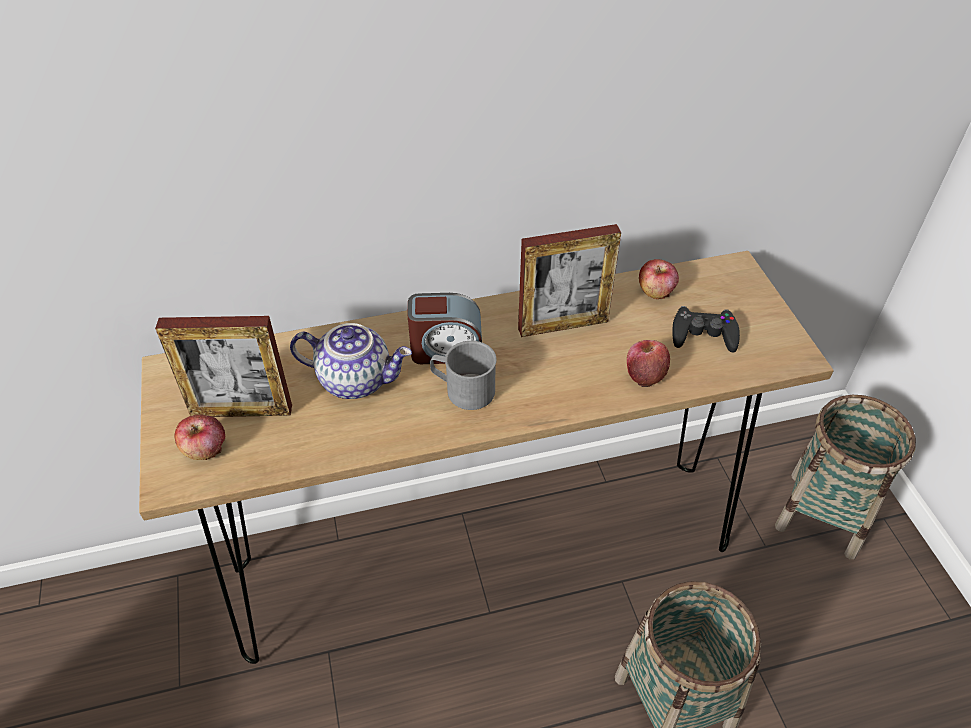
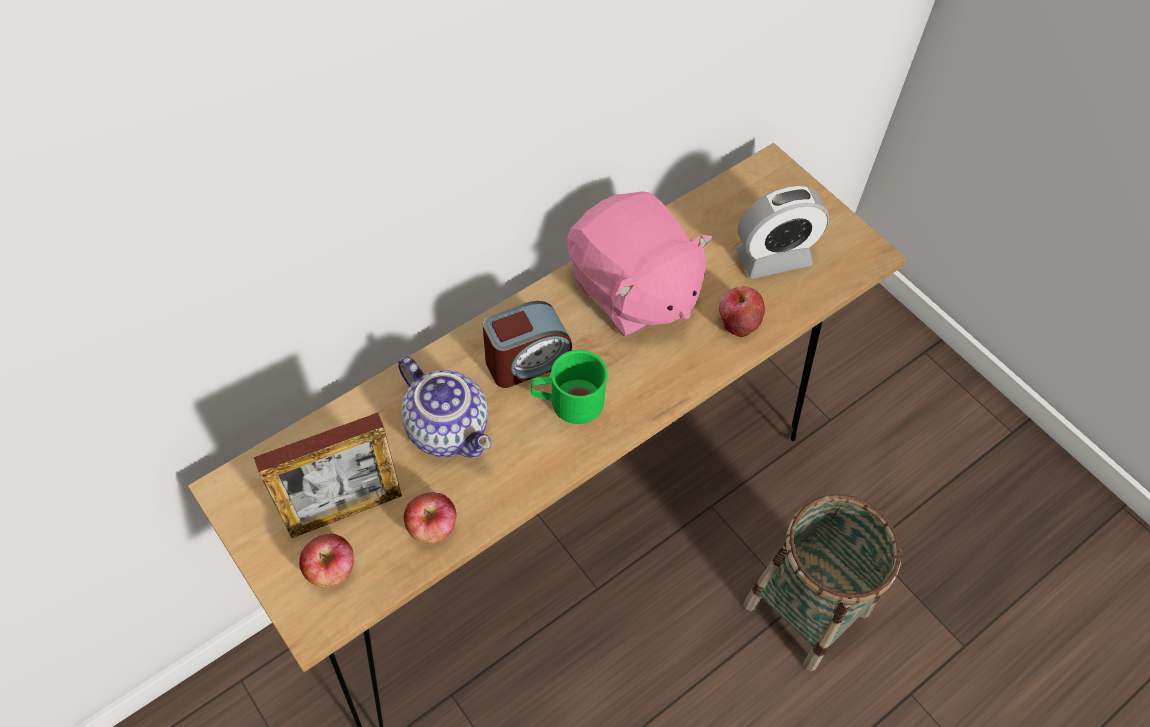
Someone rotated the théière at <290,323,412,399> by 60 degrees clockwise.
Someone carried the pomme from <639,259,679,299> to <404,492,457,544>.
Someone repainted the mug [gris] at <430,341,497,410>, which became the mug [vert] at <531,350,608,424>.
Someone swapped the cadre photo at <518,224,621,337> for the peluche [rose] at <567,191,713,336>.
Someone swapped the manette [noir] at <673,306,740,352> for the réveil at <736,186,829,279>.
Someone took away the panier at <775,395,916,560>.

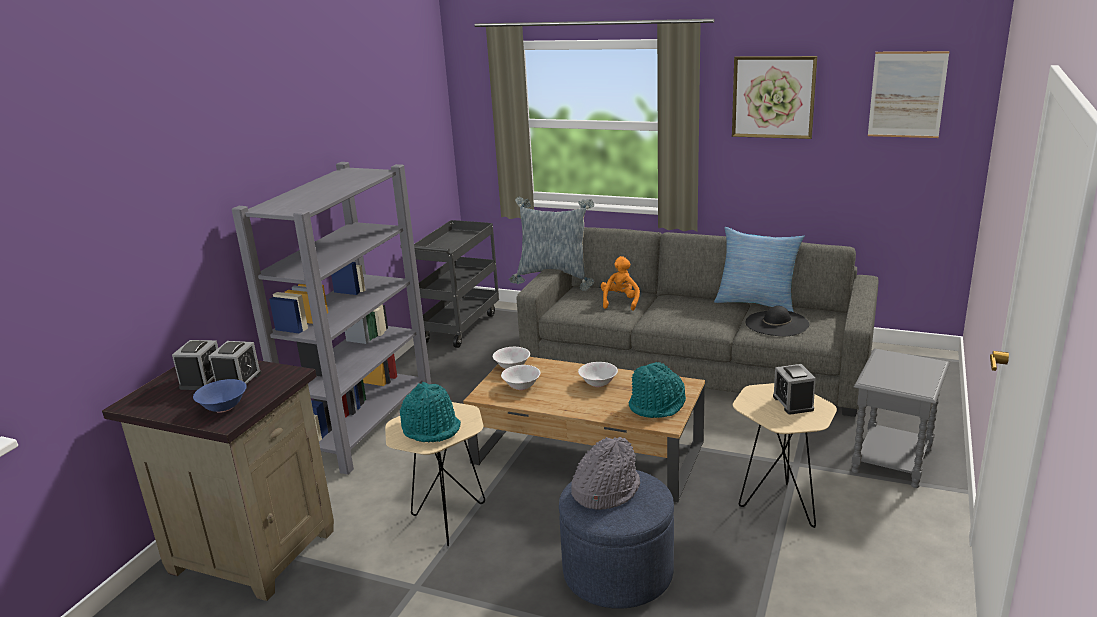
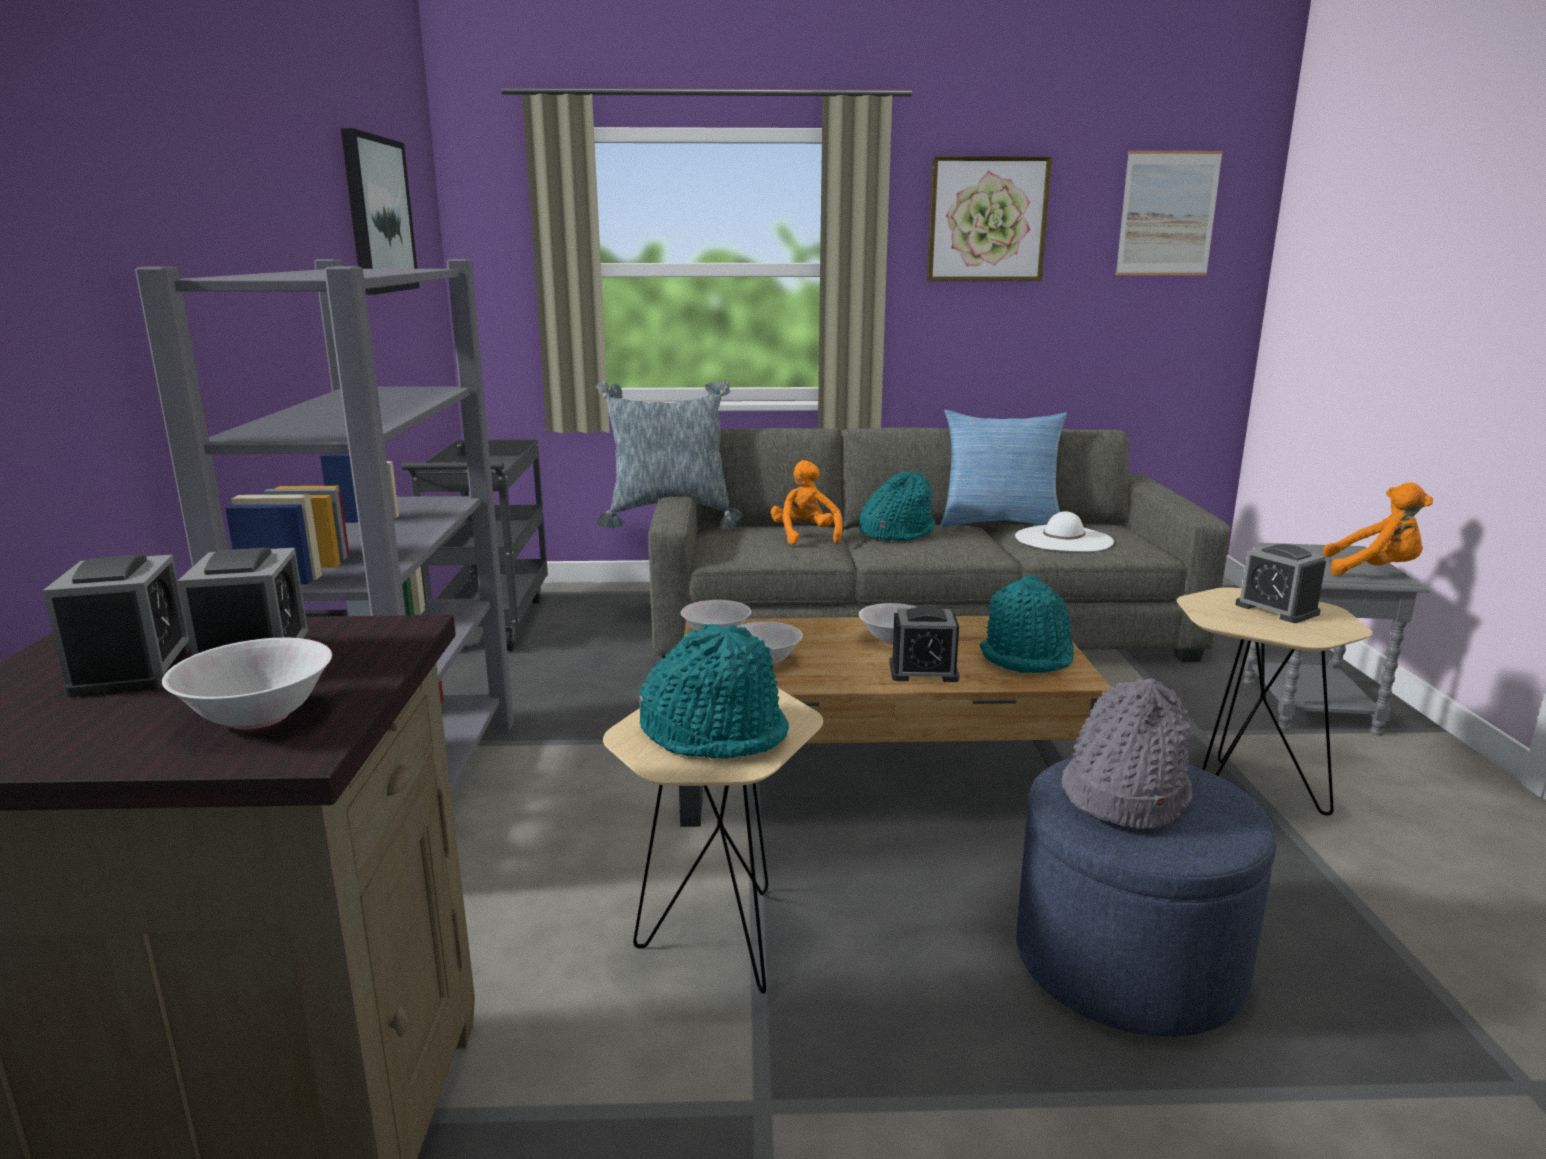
Someone repainted the bol [bleu] at <193,379,247,413>, which became the bol [blanc] at <162,638,332,730>.
Someone put up the tableau at <341,128,419,295>.
Someone put down the chapeau [turquoise] at <859,472,935,541>.
Someone put down the réveil at <889,607,960,682>.
Someone repainted the chapeau [noir] at <745,306,809,336>, which became the chapeau [blanc] at <1015,511,1114,552>.
Someone put down the peluche [orange] at <1323,483,1433,576>.

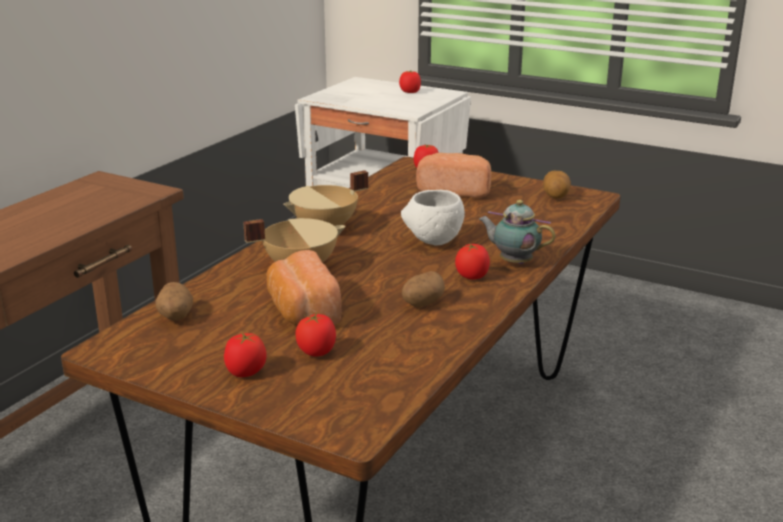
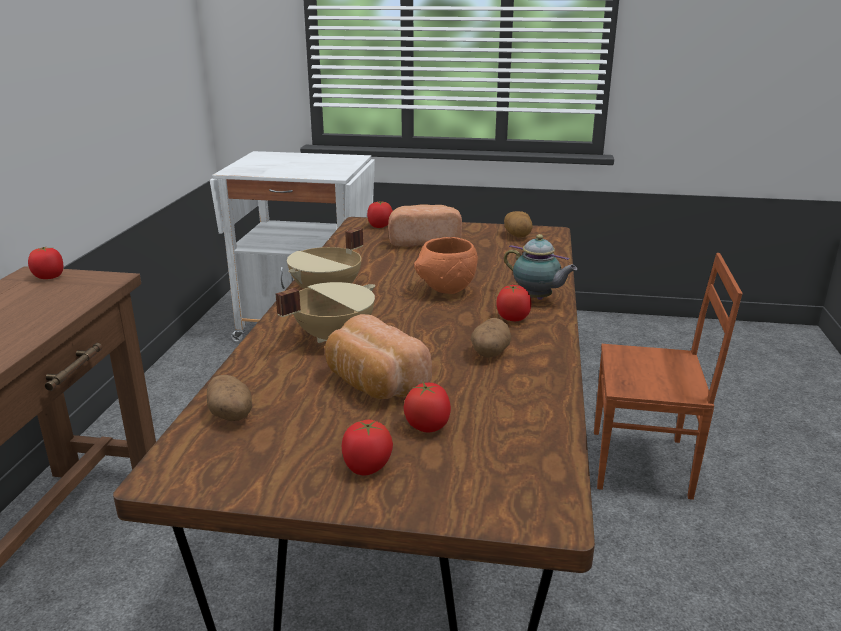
Someone carried the tomate from <399,70,421,93> to <28,247,63,279>.
Someone repainted the bol [blanc] at <401,190,465,246>, which became the bol [orange] at <414,237,478,294>.
Someone rotated the théière at <479,200,556,264> by 150 degrees counterclockwise.
Someone put down the chaise [marron] at <594,253,743,500>.

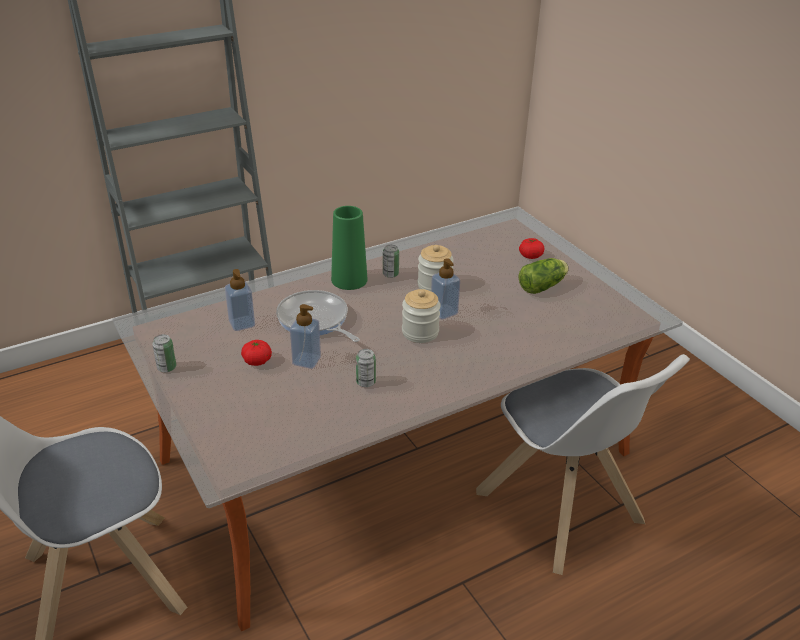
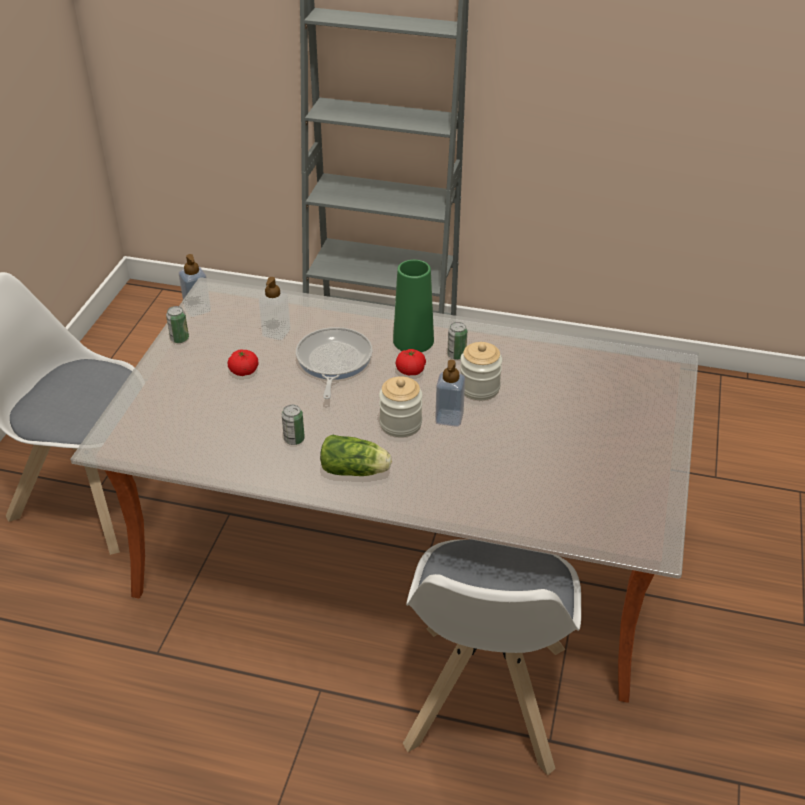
Someone carried the distributeur de savon from <290,304,321,369> to <179,254,211,317>.
Someone carried the laitue from <518,258,569,294> to <320,435,392,476>.
Someone carried the tomate from <519,238,544,259> to <396,349,426,375>.

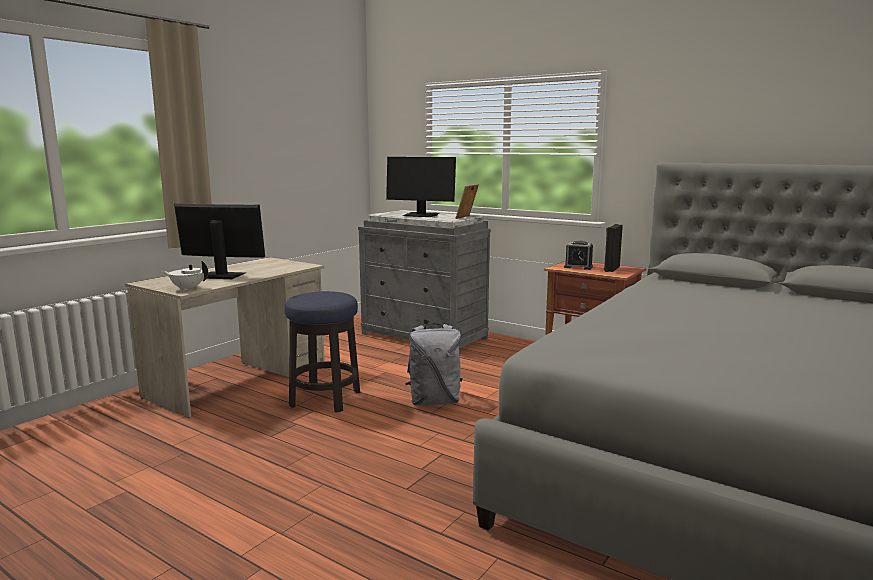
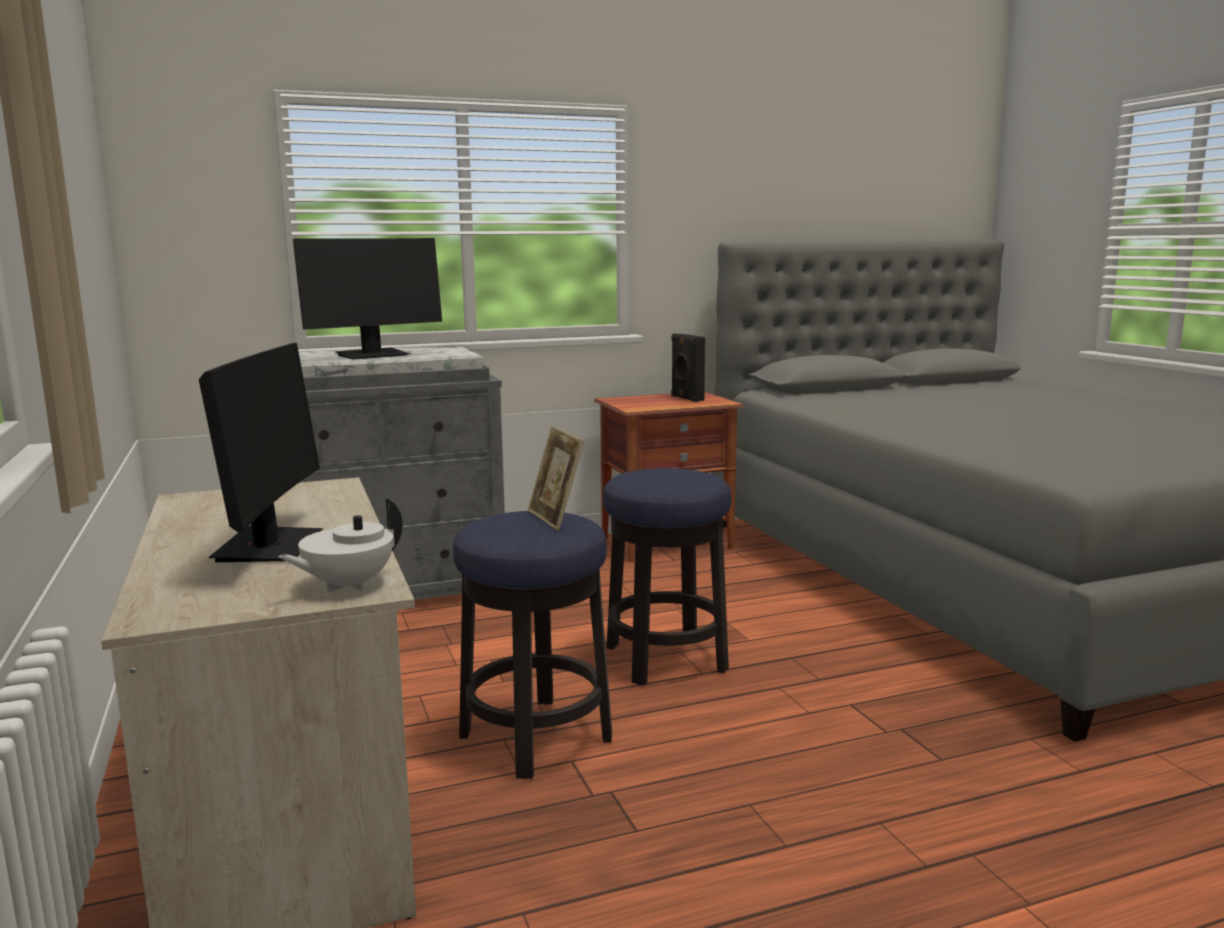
Someone rotated the écran d'ordinateur at <174,203,265,279> by 135 degrees clockwise.
Someone carried the cadre photo from <456,184,479,219> to <528,426,584,531>.
Someone swapped the sac à dos [gris] at <406,323,463,406> for the tabouret at <603,468,731,685>.
Someone took away the réveil at <564,241,593,270>.

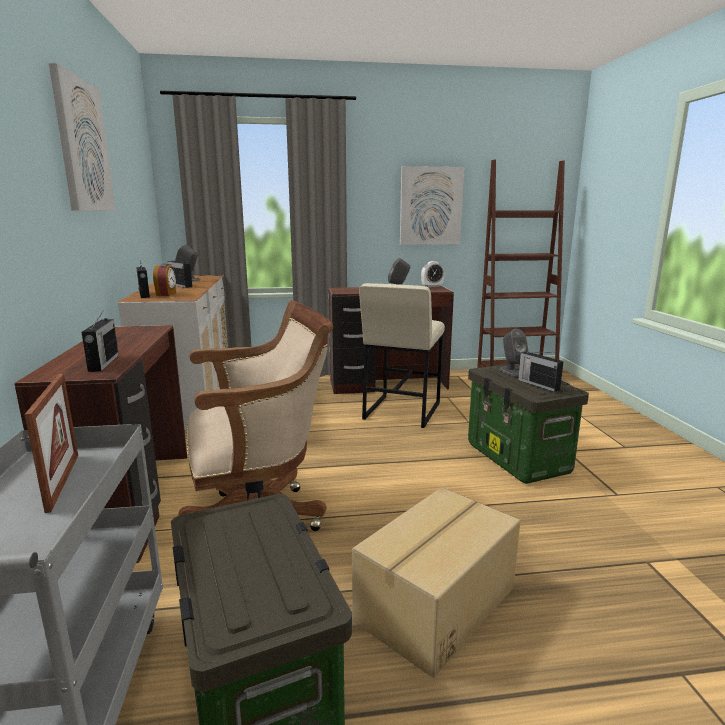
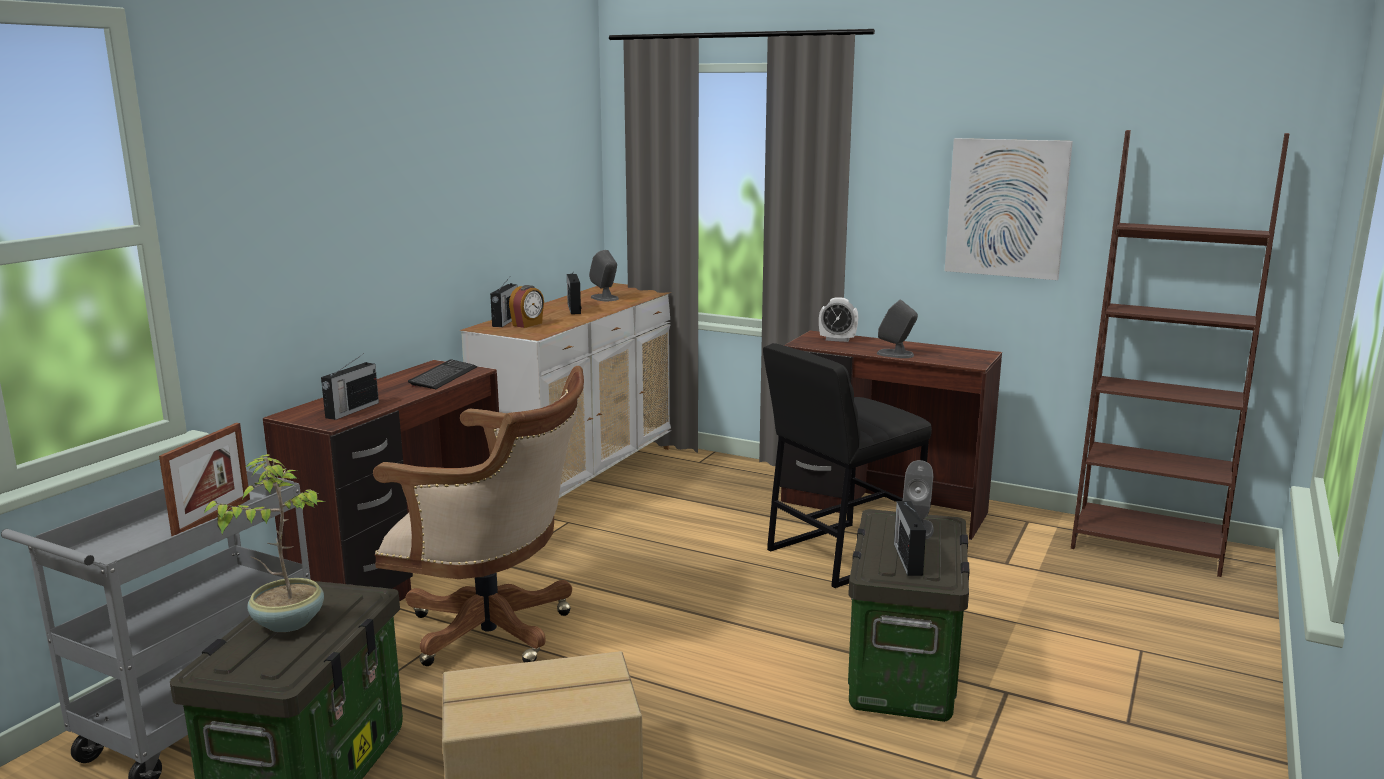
Someone put down the plante en pot at <204,454,325,632>.
Someone put down the clavier at <408,359,477,389>.
Someone repainted the chaise [beige] at <359,283,445,428>, which became the chaise [noir] at <763,343,932,588>.
Someone carried the réveil from <421,261,444,288> to <819,297,858,342>.
Someone took away the tableau at <48,63,116,211>.

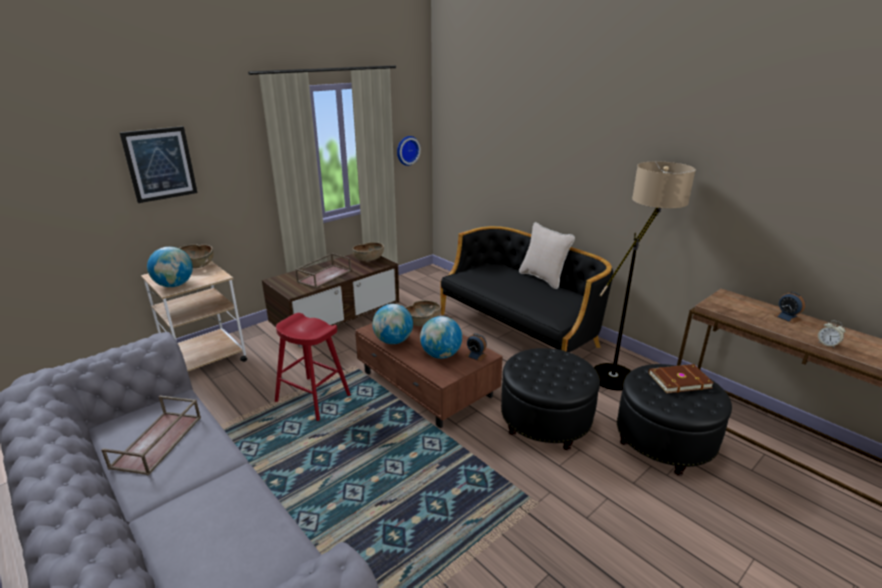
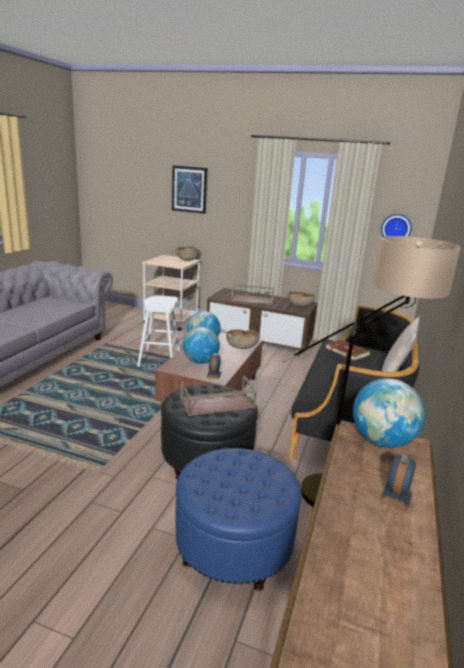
Someone repainted the tabouret [rouge] at <275,313,351,421>, which became the tabouret [blanc] at <137,296,180,367>.
Someone repainted the pouf [noir] at <617,364,732,476>, which became the pouf [bleu] at <175,448,301,591>.
Someone carried the plateau [marron] from <101,396,201,476> to <180,376,257,416>.
Someone carried the livre [marron] from <649,364,714,393> to <326,340,371,361>.
Someone carried the globe from <147,247,193,287> to <353,378,425,448>.
Someone took away the réveil at <818,320,845,348>.

